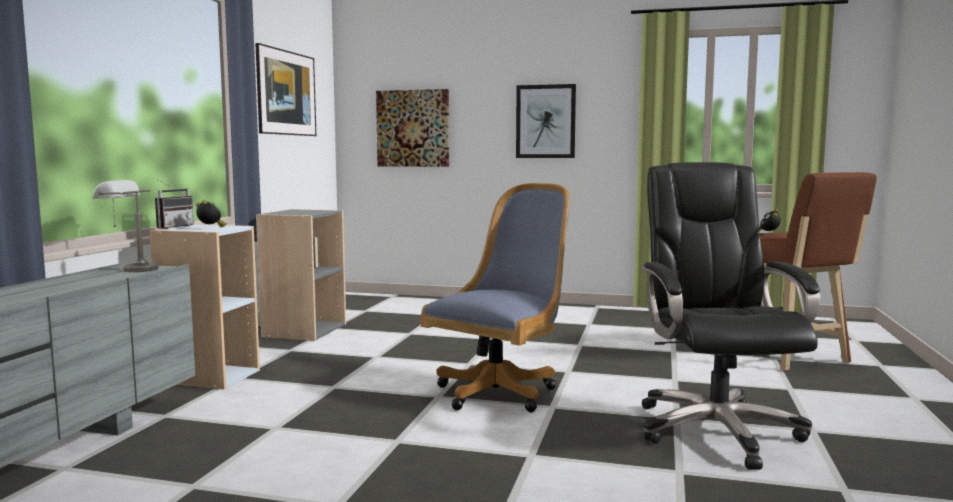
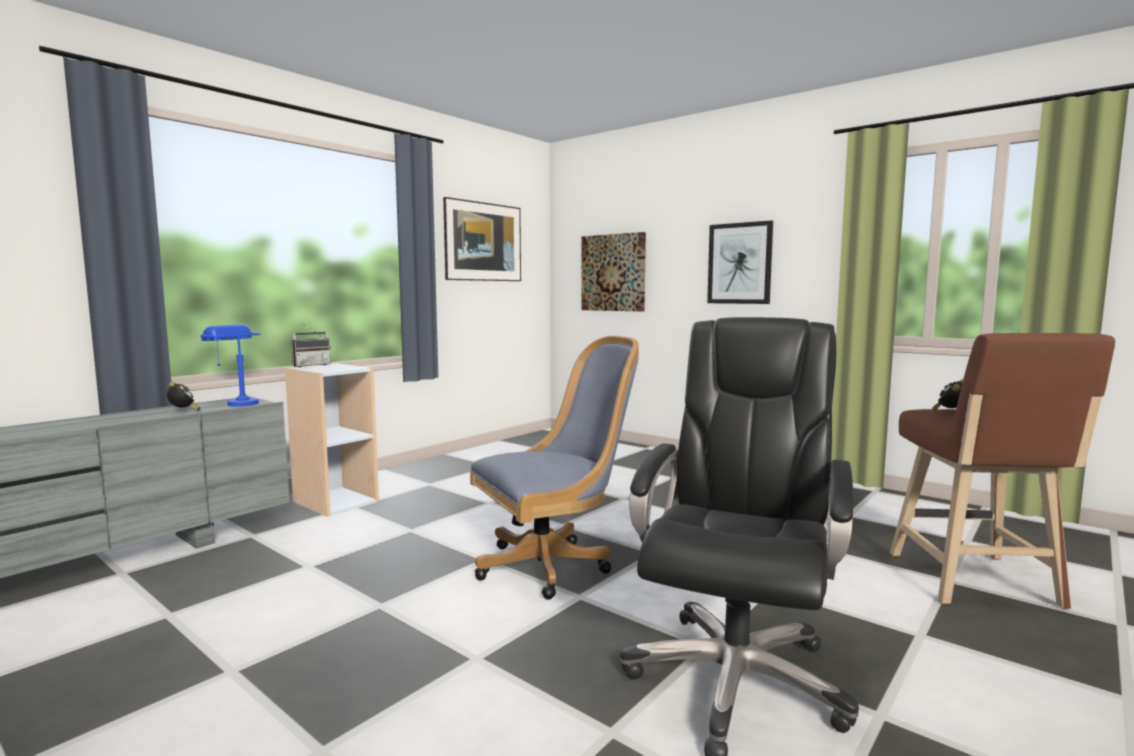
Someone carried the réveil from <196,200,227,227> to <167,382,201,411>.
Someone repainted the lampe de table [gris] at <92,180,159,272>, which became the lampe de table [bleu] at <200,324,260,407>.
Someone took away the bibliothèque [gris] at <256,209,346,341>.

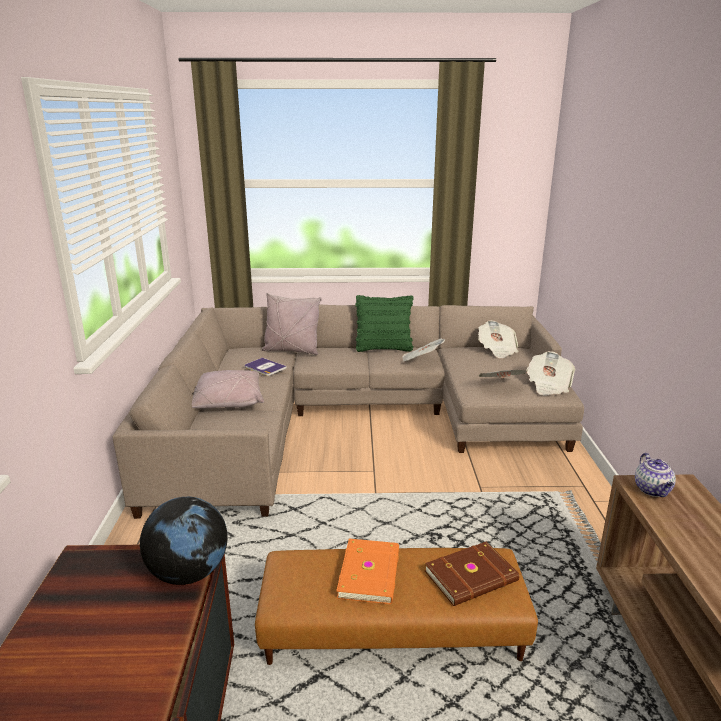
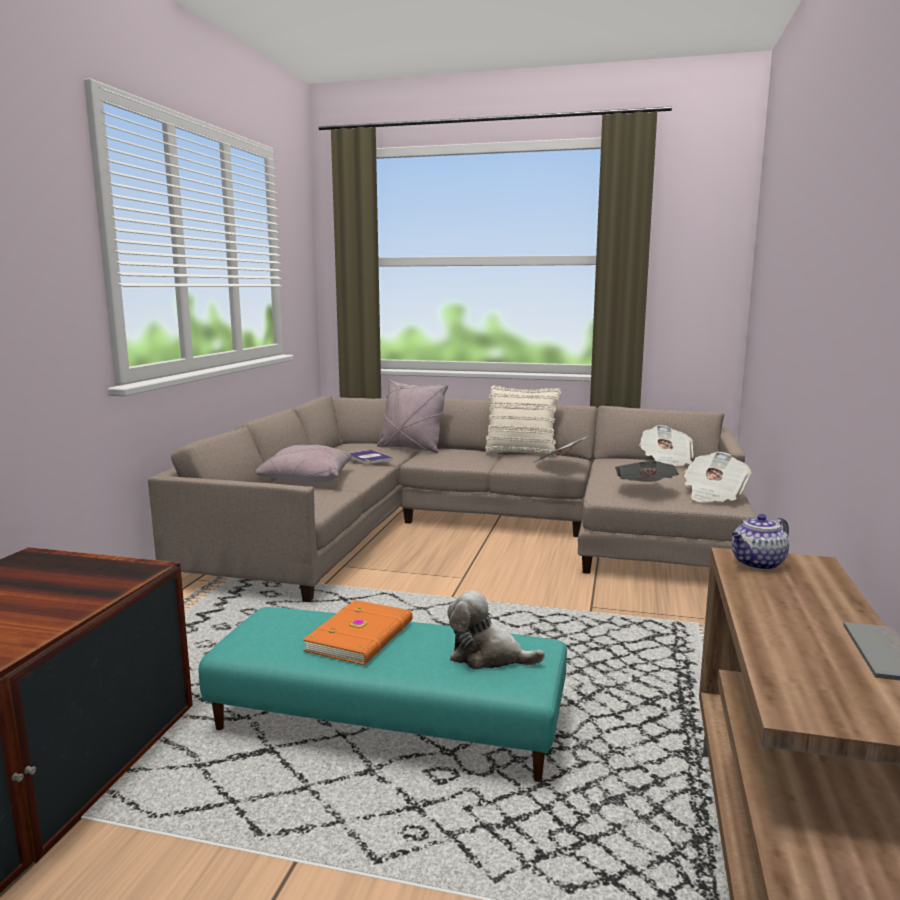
Someone repainted the pouf [marron] at <255,548,538,665>, which became the pouf [turquoise] at <199,607,567,782>.
Someone swapped the livre [marron] at <425,541,519,606> for the peluche at <447,590,545,670>.
Someone repainted the coussin [vert] at <355,295,414,352>, which became the coussin [beige] at <485,385,561,457>.
Someone rotated the théière at <635,453,676,497> by 45 degrees clockwise.
Someone took away the globe at <140,497,228,585>.

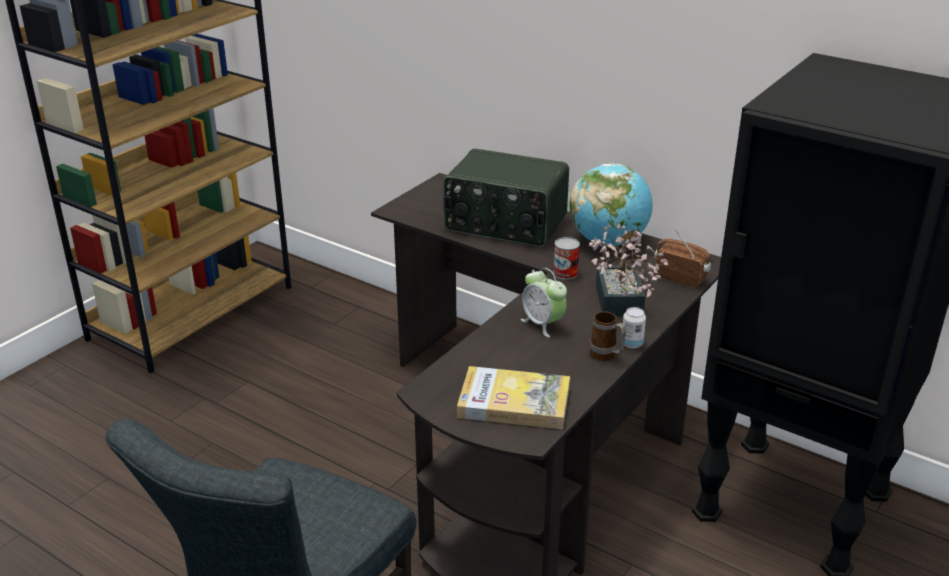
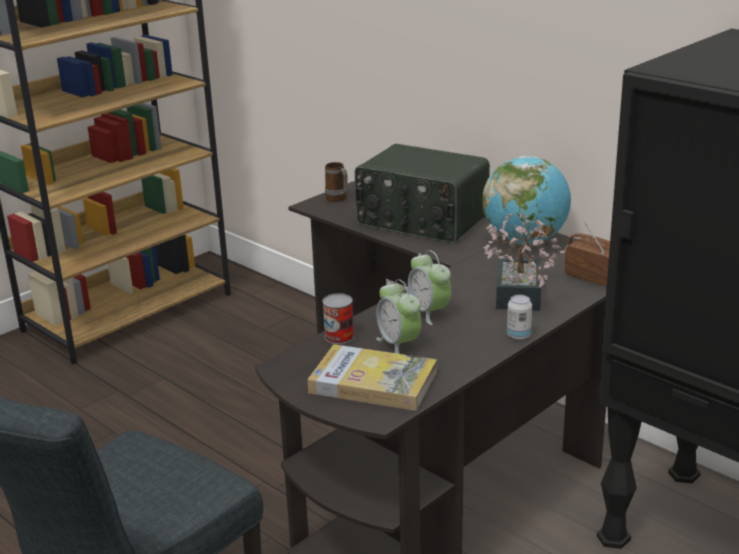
Someone carried the boîte métallique from <553,237,580,280> to <322,293,354,344>.
Someone carried the mug from <590,311,626,361> to <325,162,348,202>.
Someone put down the réveil at <376,279,421,354>.

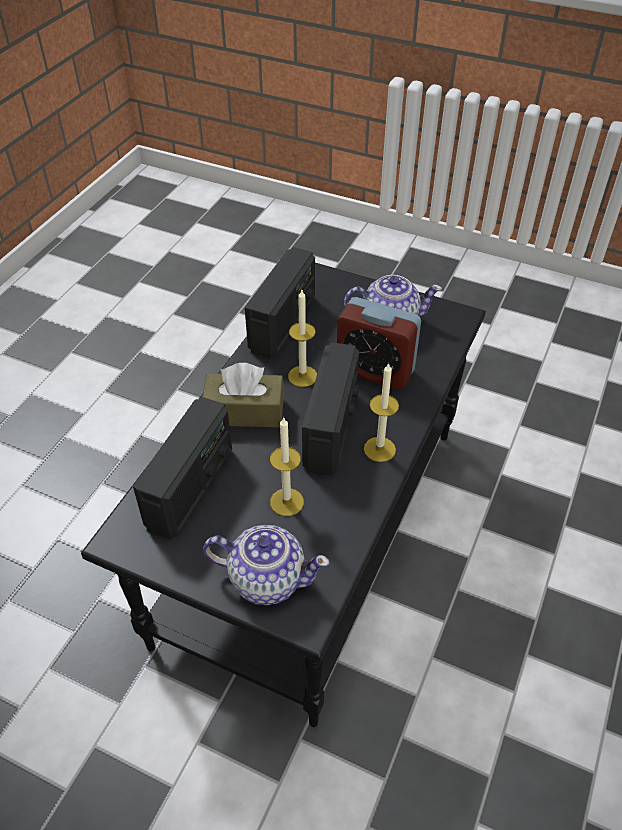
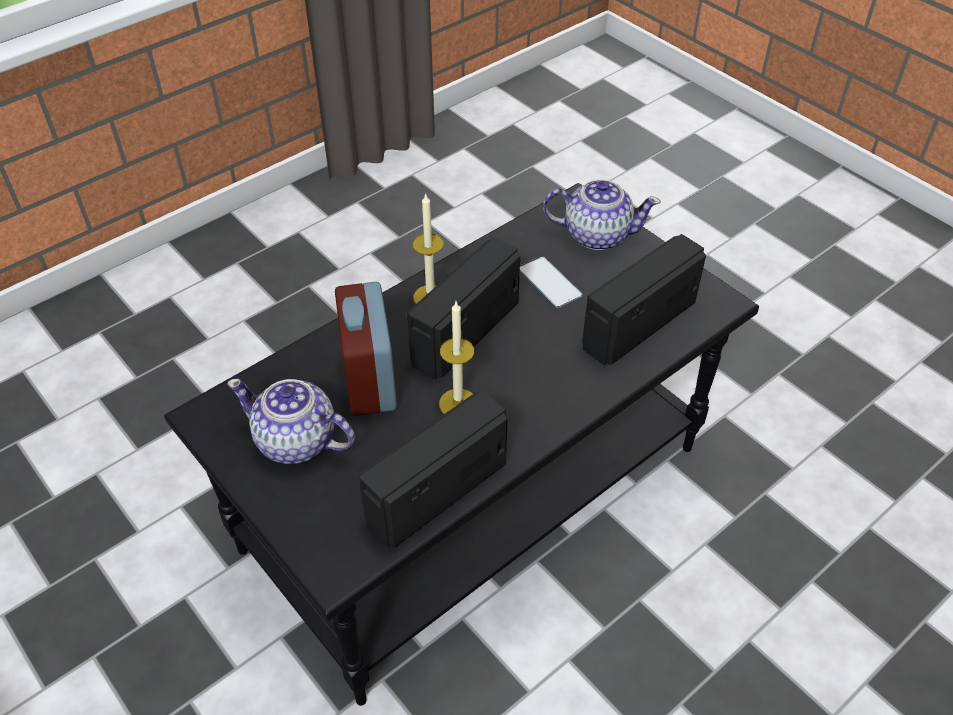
Someone rotated the réveil at <337,297,421,390> by 150 degrees counterclockwise.
Someone swapped the bougie at <270,417,304,516> for the téléphone at <520,256,583,308>.
Someone rotated the théière at <203,525,330,605> by 150 degrees clockwise.
Someone took away the boîte à mouchoirs [marron] at <203,363,284,427>.

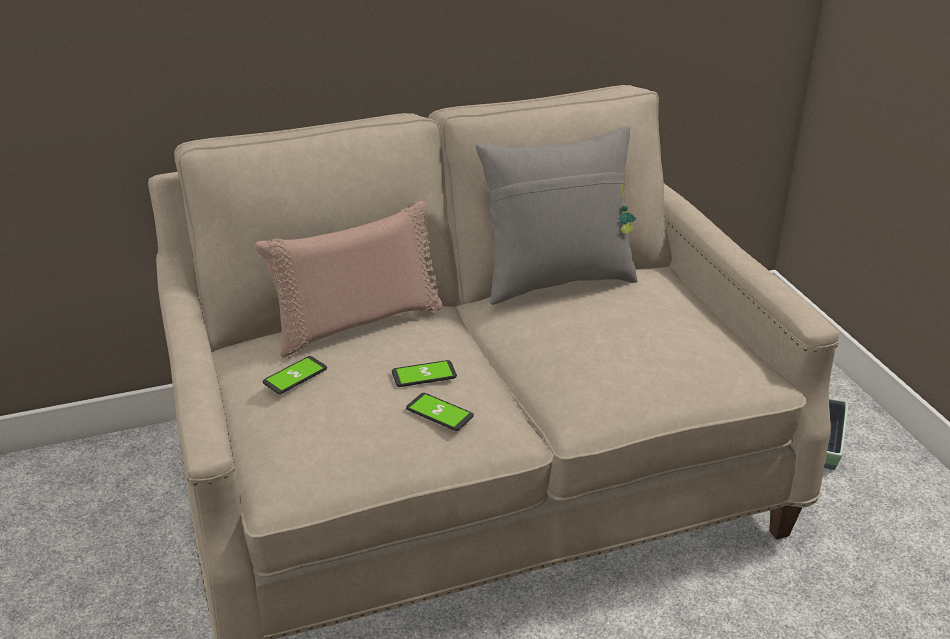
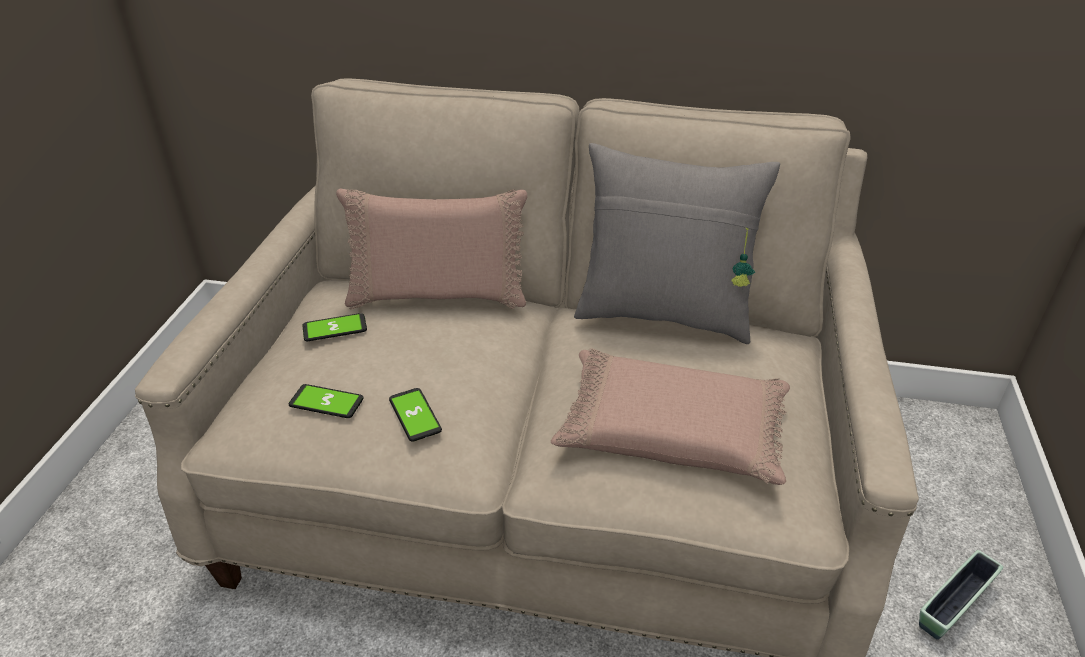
Someone carried the téléphone from <392,360,457,387> to <289,384,364,418>.
Someone put down the coussin [beige] at <551,348,790,485>.

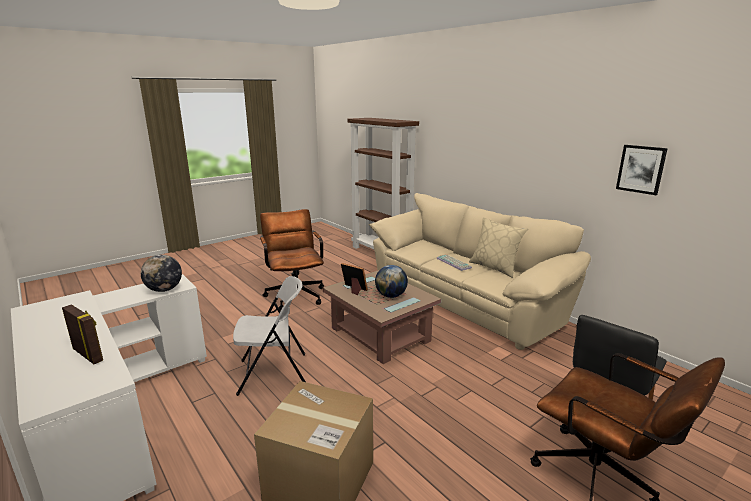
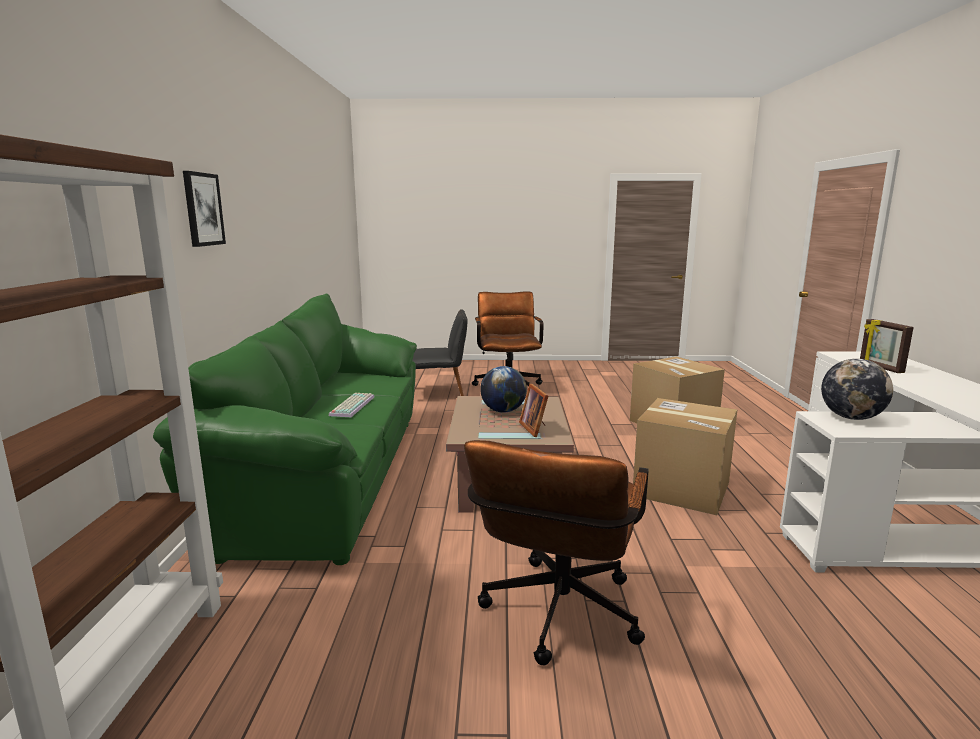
Someone repainted the canapé [beige] at <369,193,591,350>, which became the canapé [vert] at <153,294,417,565>.
Someone carried the tableau from <616,145,668,195> to <183,171,226,247>.
Someone swapped the chaise [blanc] at <233,276,306,396> for the carton at <633,398,737,515>.
Someone took away the coussin [beige] at <469,217,528,278>.

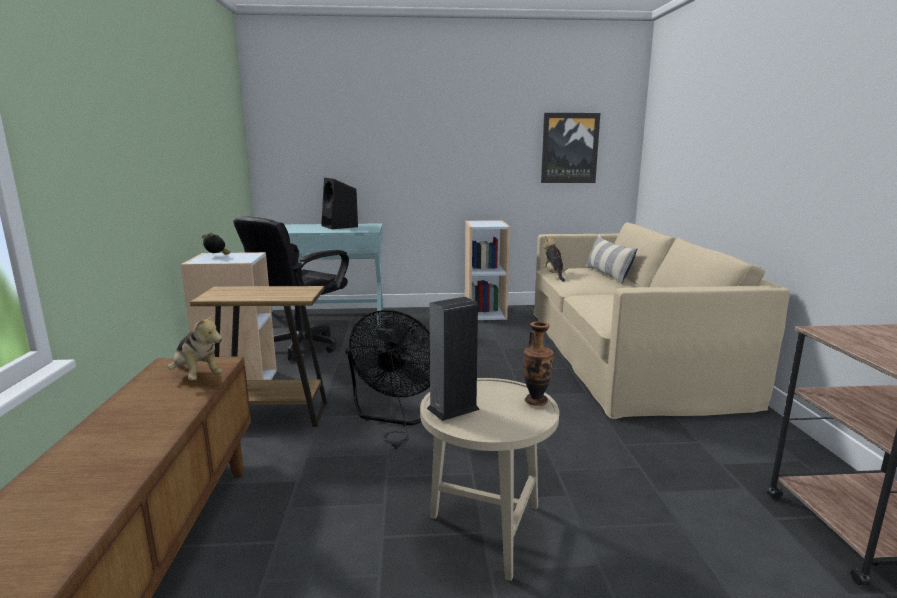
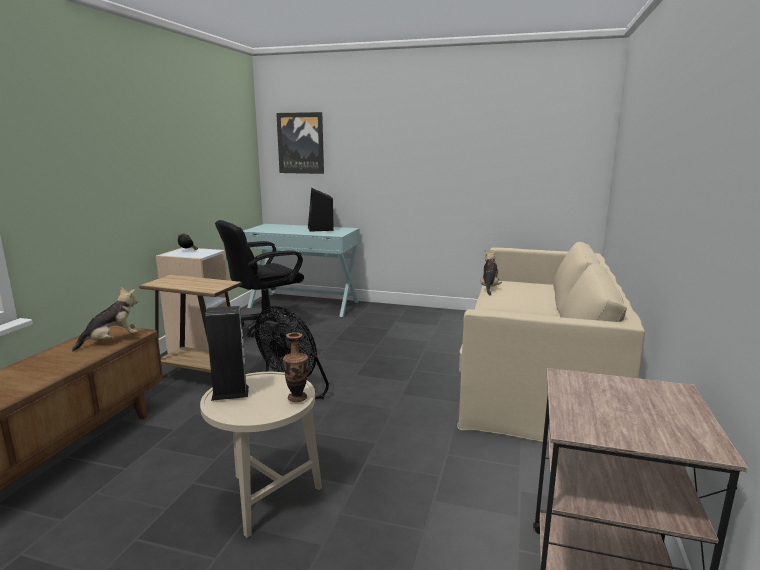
Someone rotated the peluche at <167,311,223,380> by 105 degrees counterclockwise.
Someone carried the tableau from <541,113,600,183> to <276,112,324,174>.
Someone took away the bibliothèque at <465,220,510,320>.
Someone took away the coussin at <586,235,638,284>.

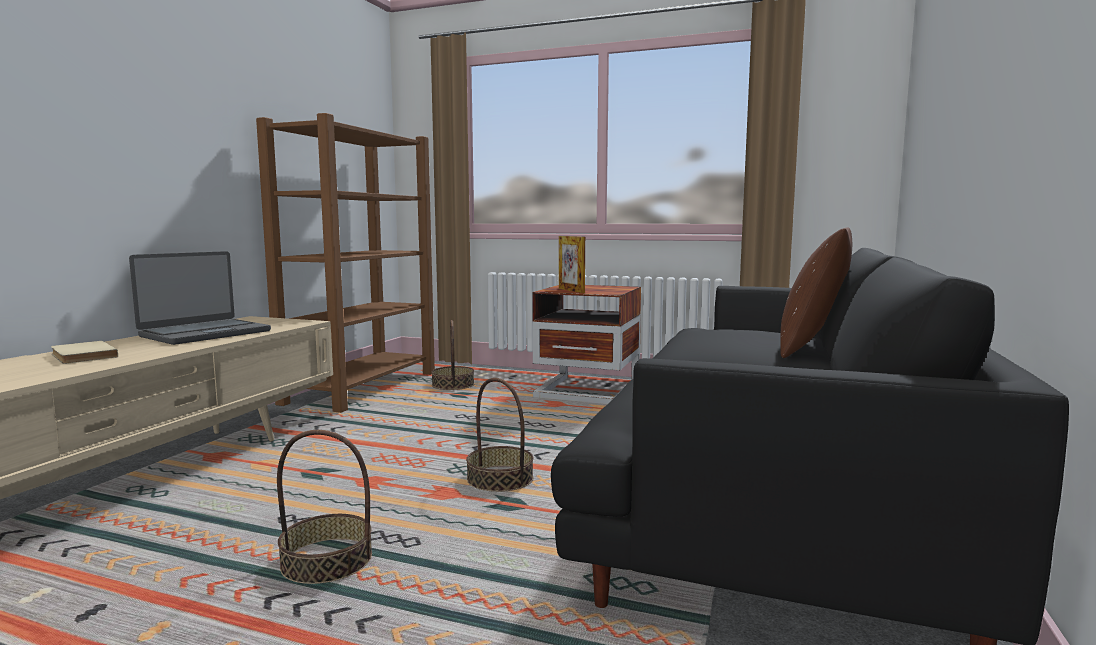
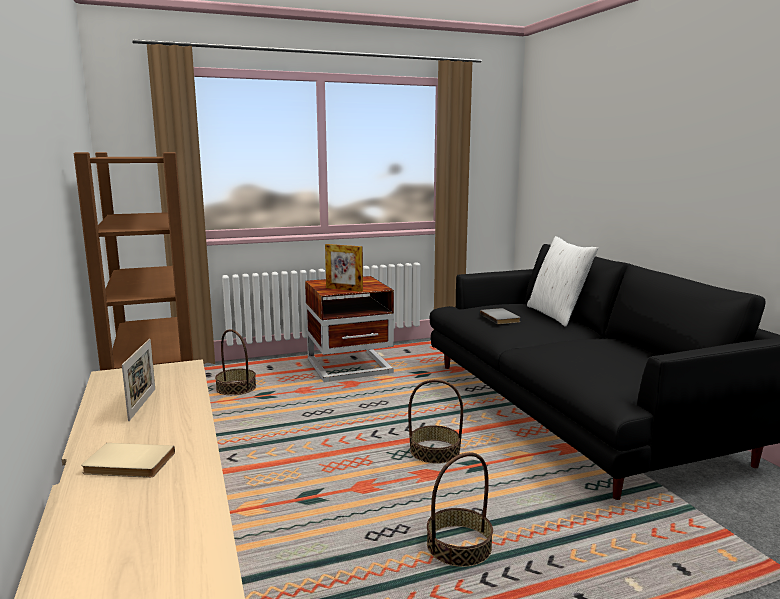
Someone swapped the ordinateur portable at <129,251,271,345> for the cadre photo at <122,339,155,421>.
Someone put down the livre [gris] at <480,308,521,324>.
Someone repainted the coussin [marron] at <780,227,852,358>, which became the coussin [blanc] at <527,236,598,327>.

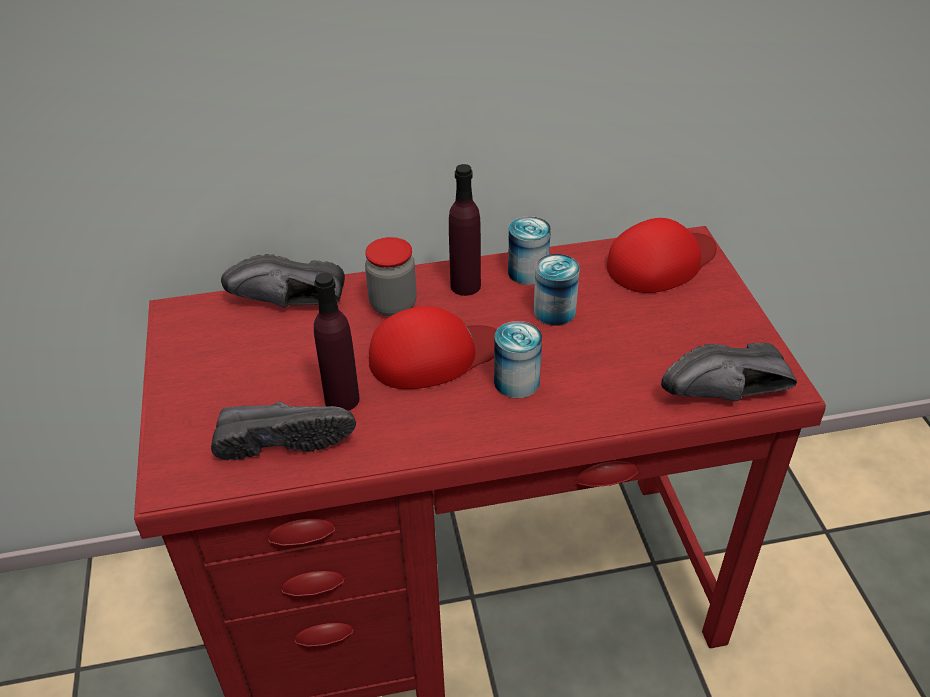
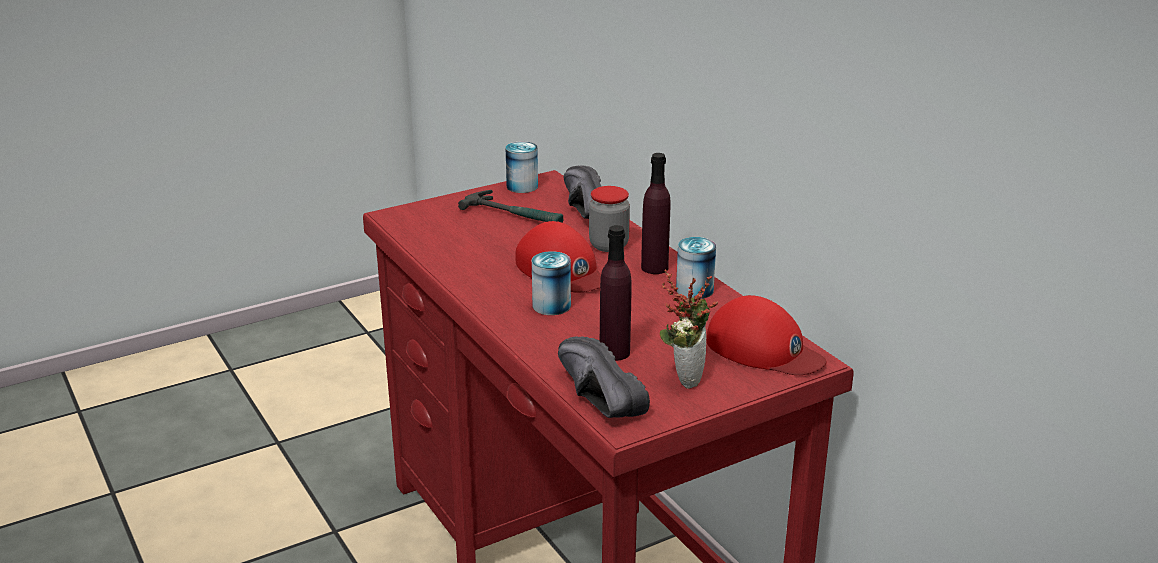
Someone put down the marteau at <458,190,563,223>.
Someone carried the boîte métallique from <534,254,580,326> to <505,141,538,193>.
Someone carried the bouteille [violet] from <314,273,359,411> to <600,225,631,361>.
Someone put down the plante en pot at <660,270,718,389>.
Someone took away the chaussure [noir] at <211,401,356,460>.

